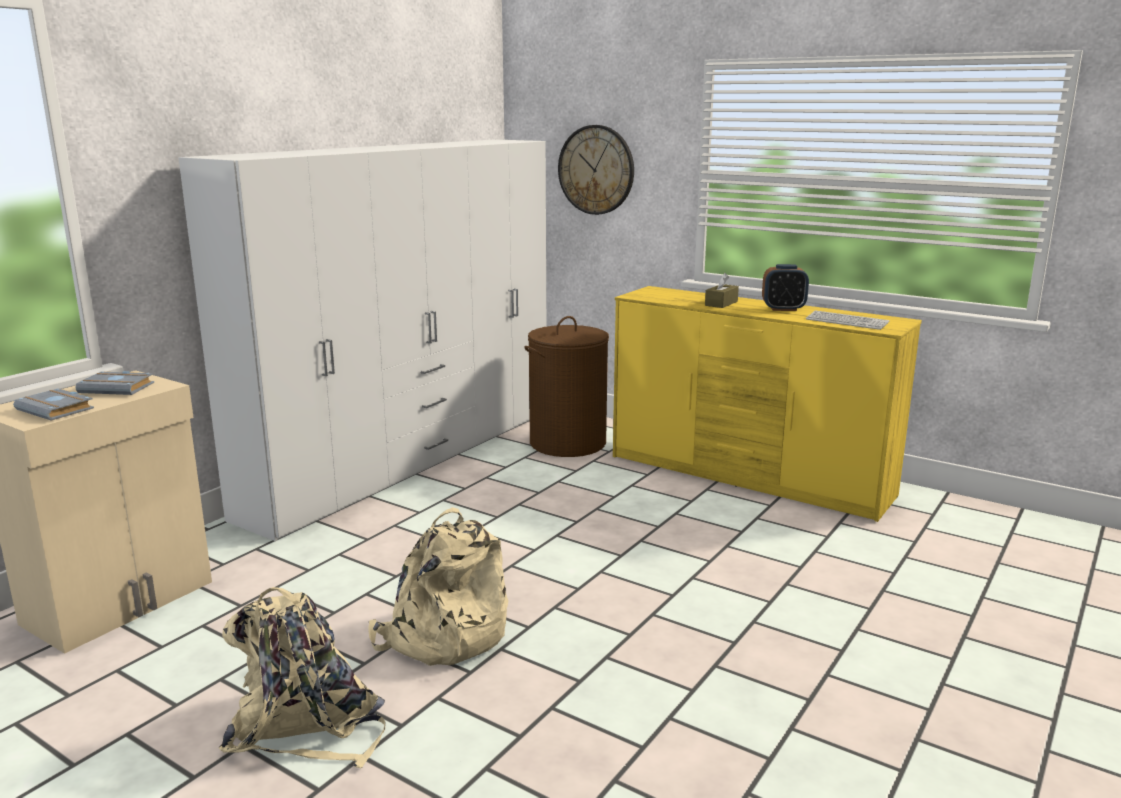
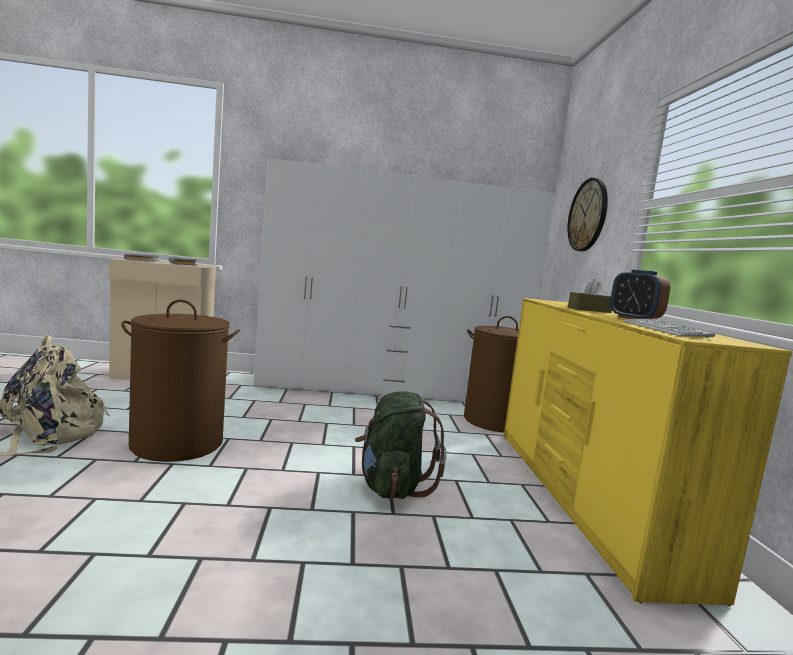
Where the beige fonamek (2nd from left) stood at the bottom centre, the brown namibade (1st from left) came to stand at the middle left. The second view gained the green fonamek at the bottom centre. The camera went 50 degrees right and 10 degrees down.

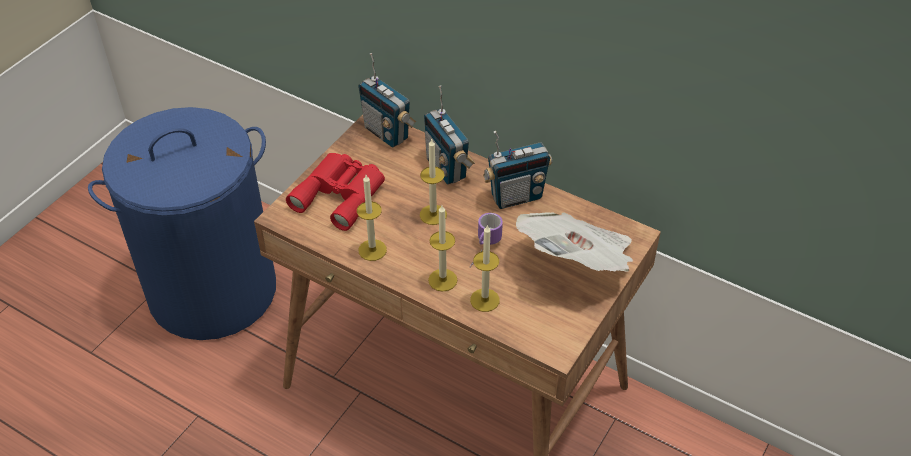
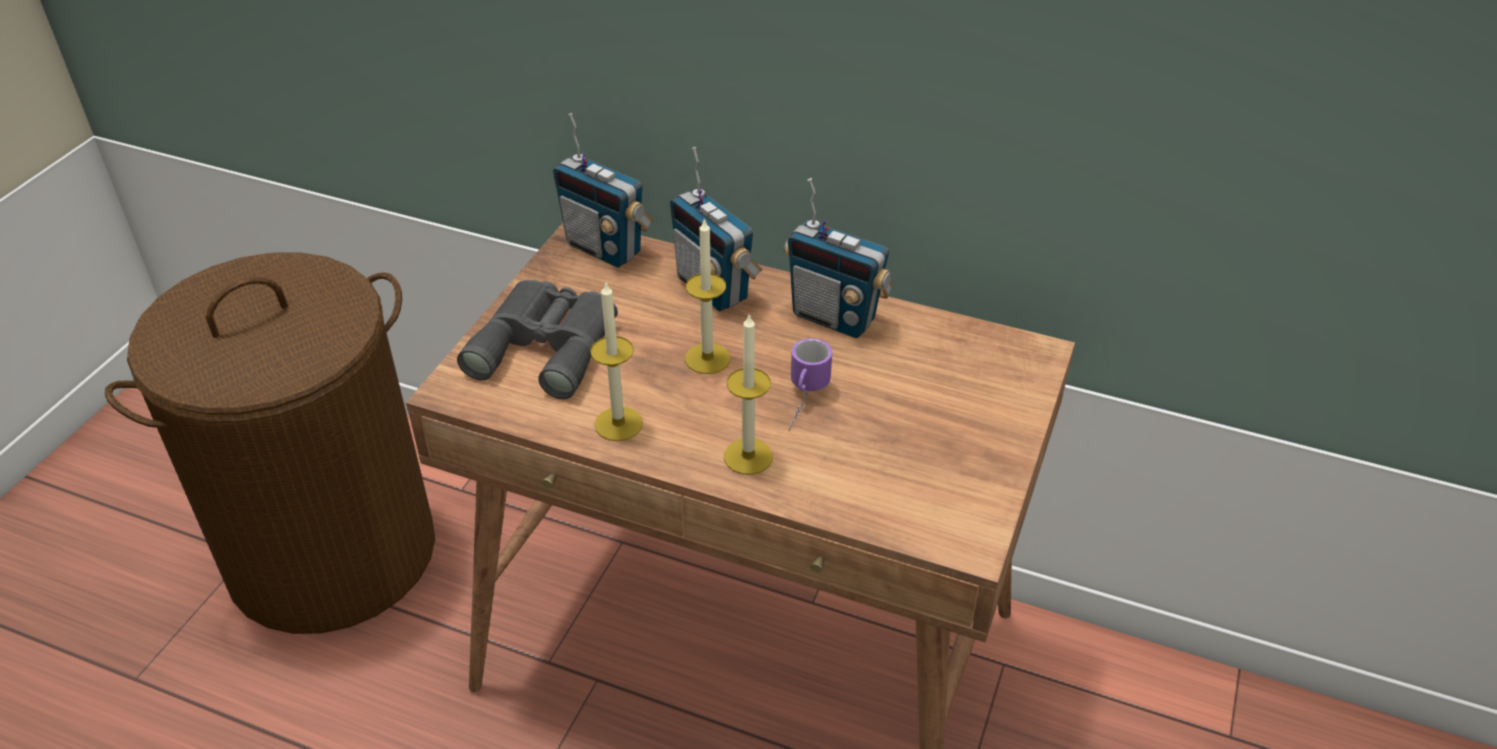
What was the blue namibade at the middle left turned into the brown namibade at the middle left. The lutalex (3rd from left) at the centre ended up facing another way, 60 degrees clockwise from before. What was the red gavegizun at the centre turned into the grey gavegizun at the centre. The second view lost the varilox at the centre. The second view lost the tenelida (4th from left) at the centre. The camera went 10 degrees left and 5 degrees down.

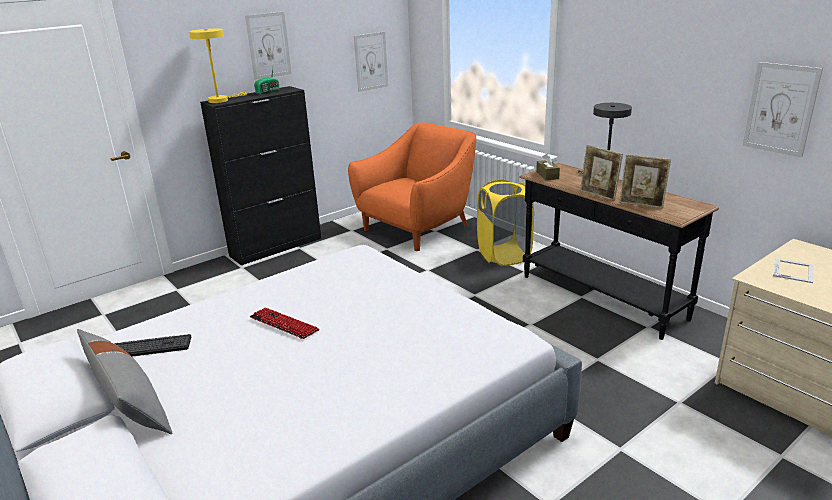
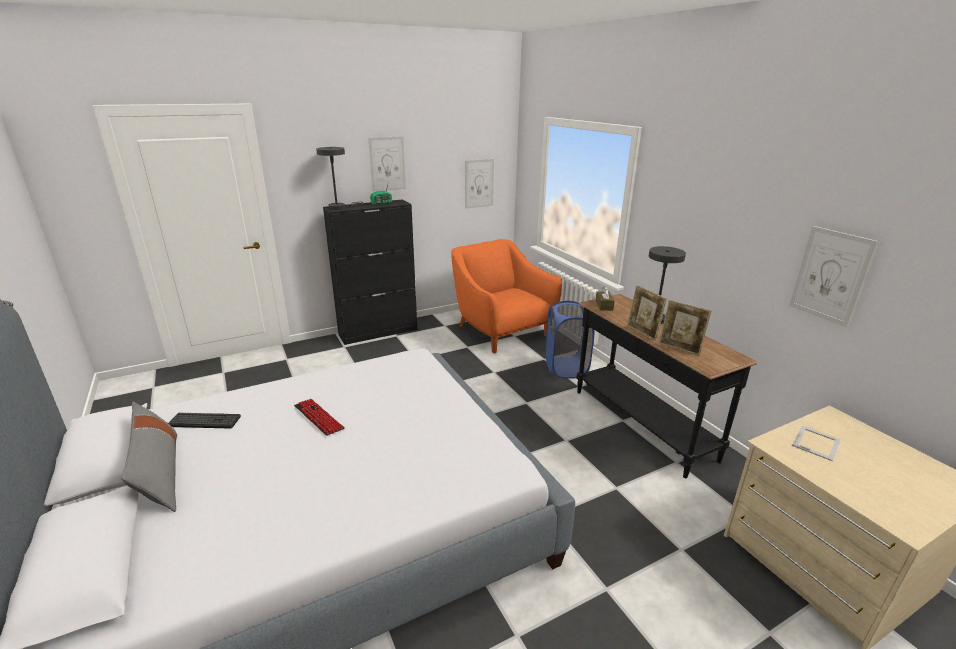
What was the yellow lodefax at the top left turned into the grey lodefax (1st from left) at the top centre. The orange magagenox at the centre ended up facing another way, 90 degrees counterclockwise from before. What was the yellow namibade at the centre turned into the blue namibade at the centre. The camera went 10 degrees right and 0 degrees up.

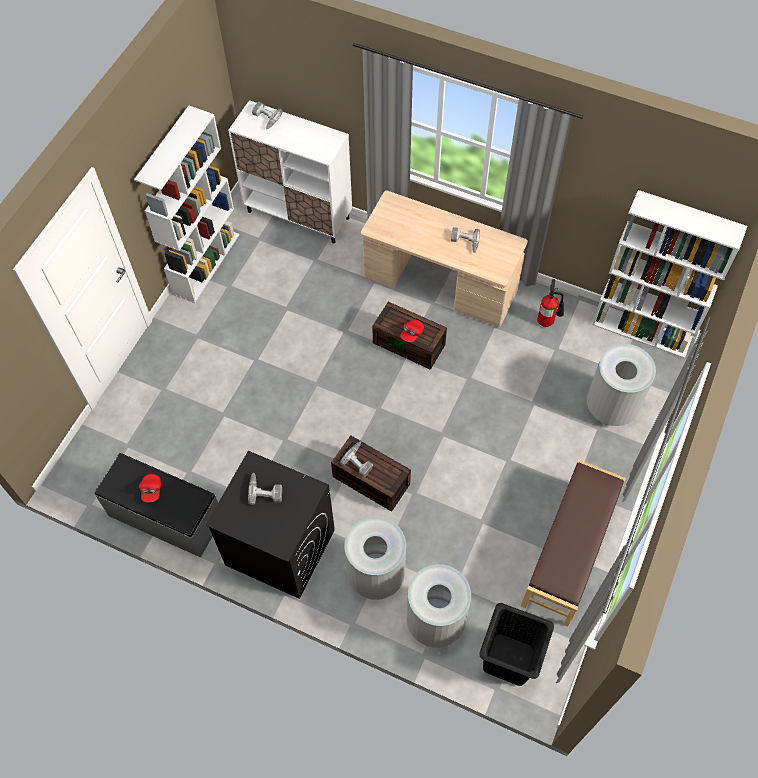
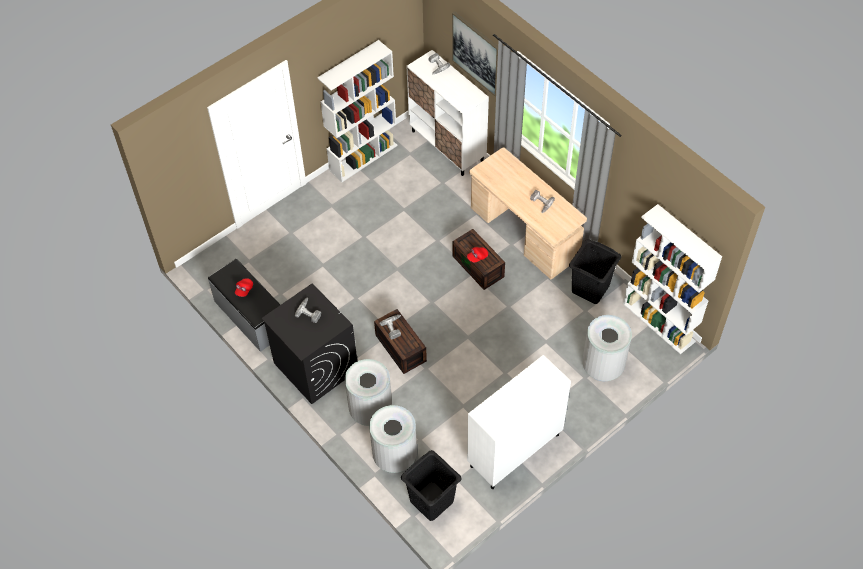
Where the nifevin stood at the middle right, the black namibade (2nd from left) came to stand at the middle right. Where the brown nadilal stood at the bottom right, the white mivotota (2nd from left) came to stand at the bottom centre. The second view gained the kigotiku at the top centre. The camera went 25 degrees right and 5 degrees down.

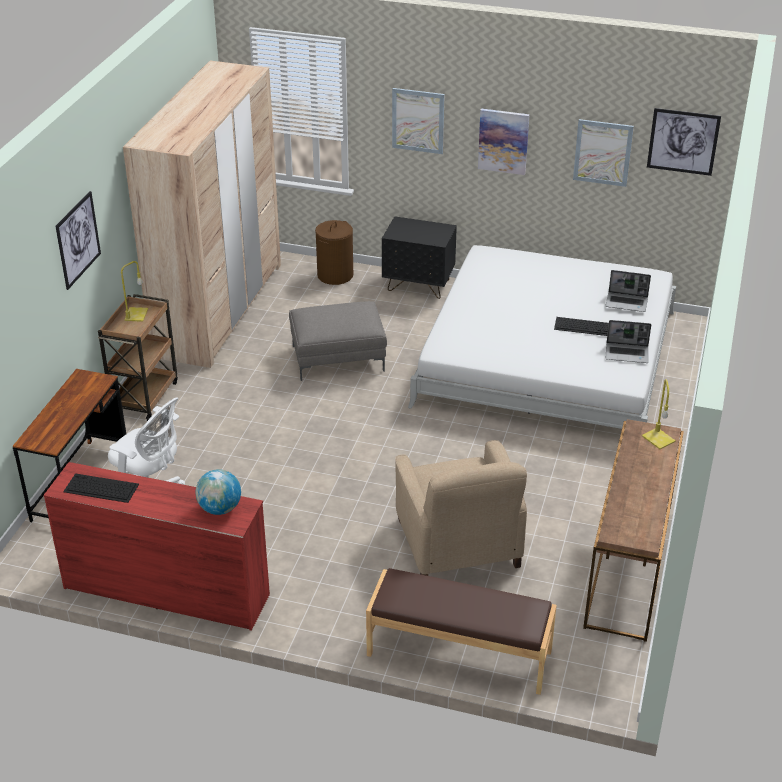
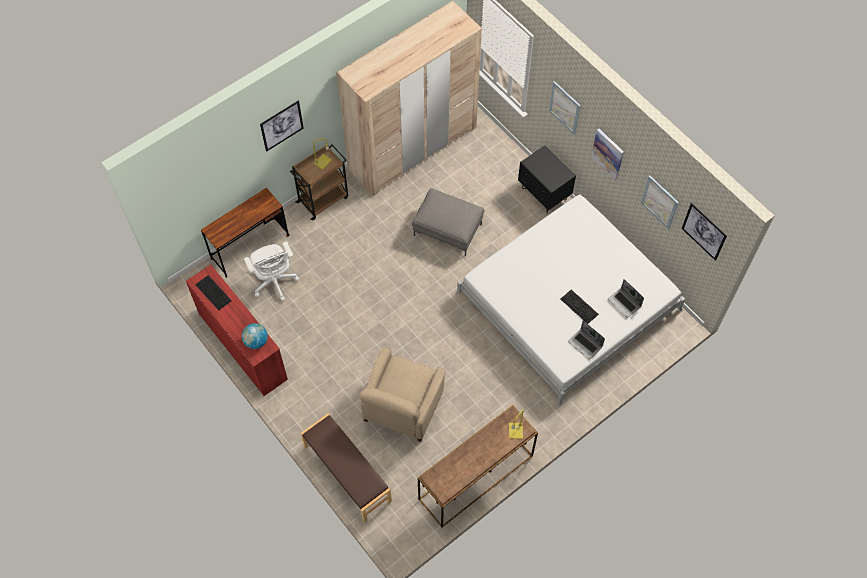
The second view lost the brown namibade at the top centre. The camera went 35 degrees right and 25 degrees up.

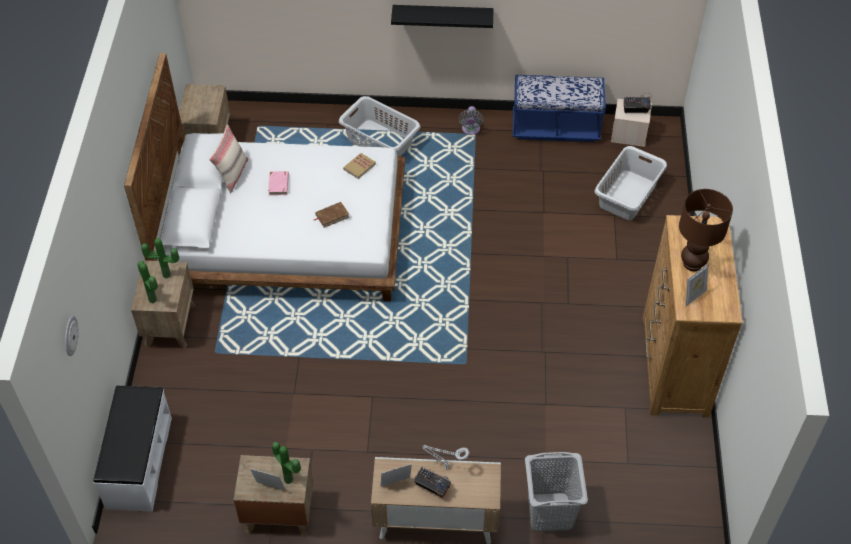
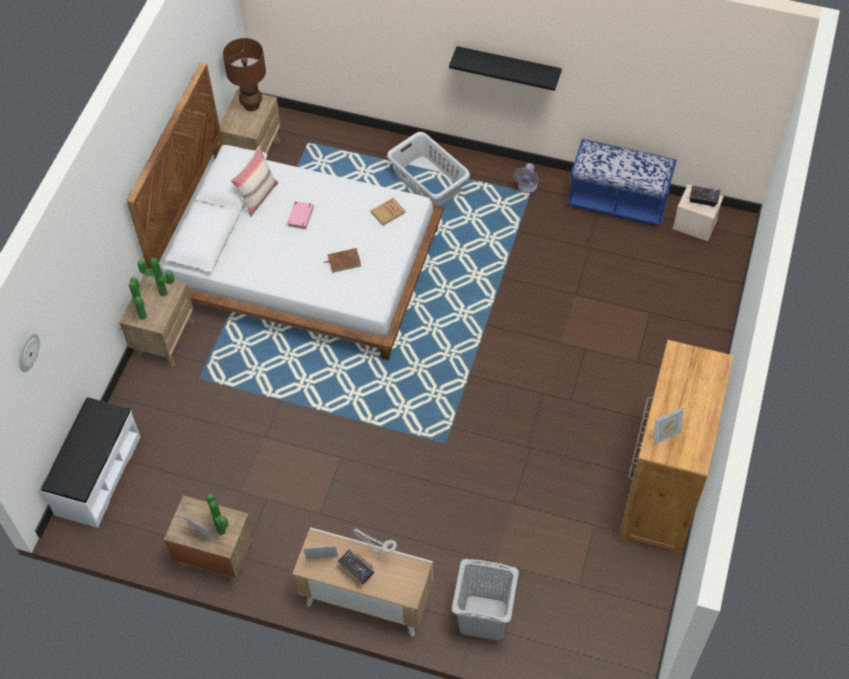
The second view lost the grey namibade (3rd from left) at the middle right. The brown lodefax ended up elsewhere, having gone from the middle right to the top left. The camera went 15 degrees right and 5 degrees up.

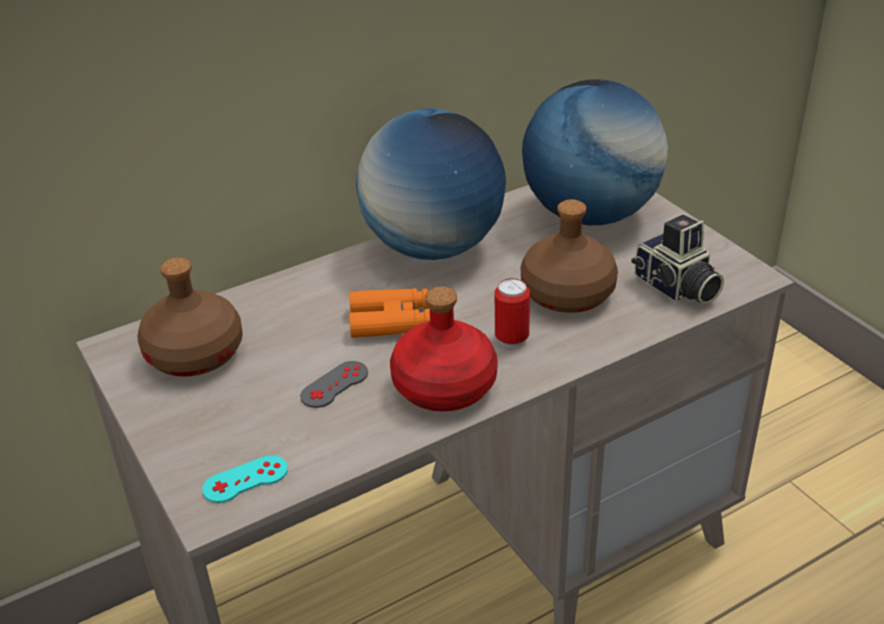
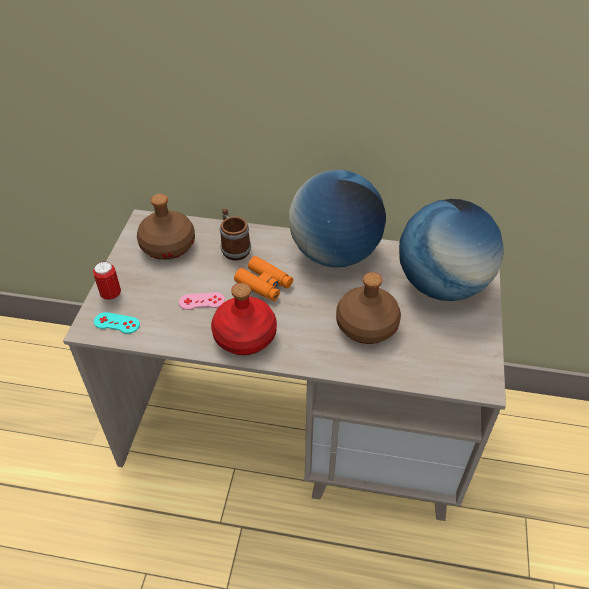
The second view lost the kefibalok at the middle right. The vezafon ended up elsewhere, having gone from the centre to the middle left. What was the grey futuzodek at the centre turned into the pink futuzodek at the centre. The second view gained the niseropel at the centre. The camera went 40 degrees right and 10 degrees up.

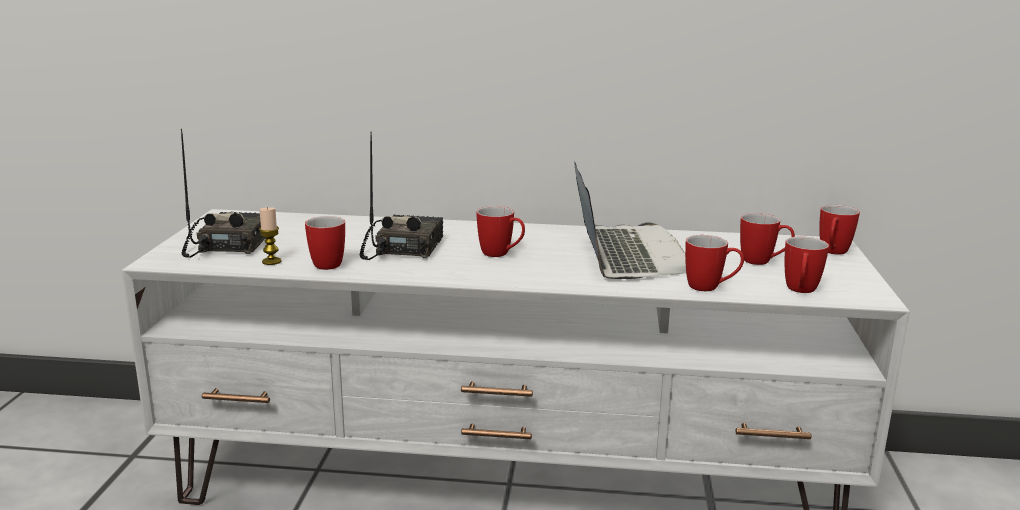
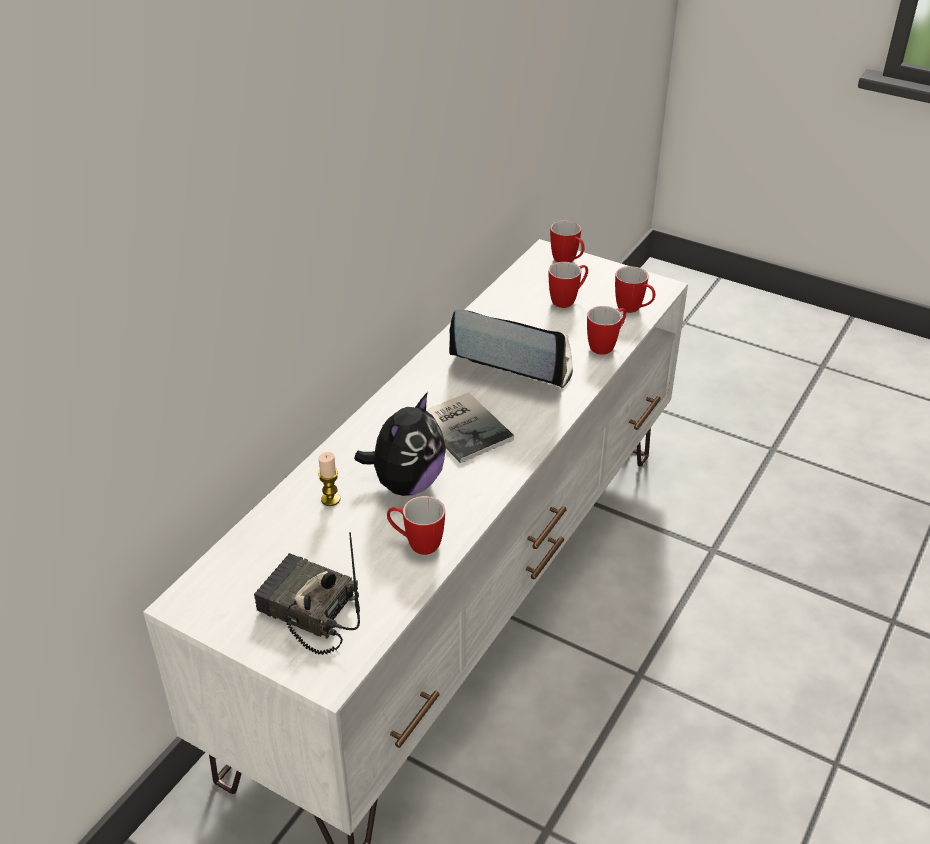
Where the lutalex (2nd from left) stood at the centre, the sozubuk came to stand at the centre. Where the niseropel (2nd from left) stood at the centre, the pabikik came to stand at the centre. The tenelida ended up elsewhere, having gone from the middle left to the centre. The camera went 65 degrees left and 20 degrees up.

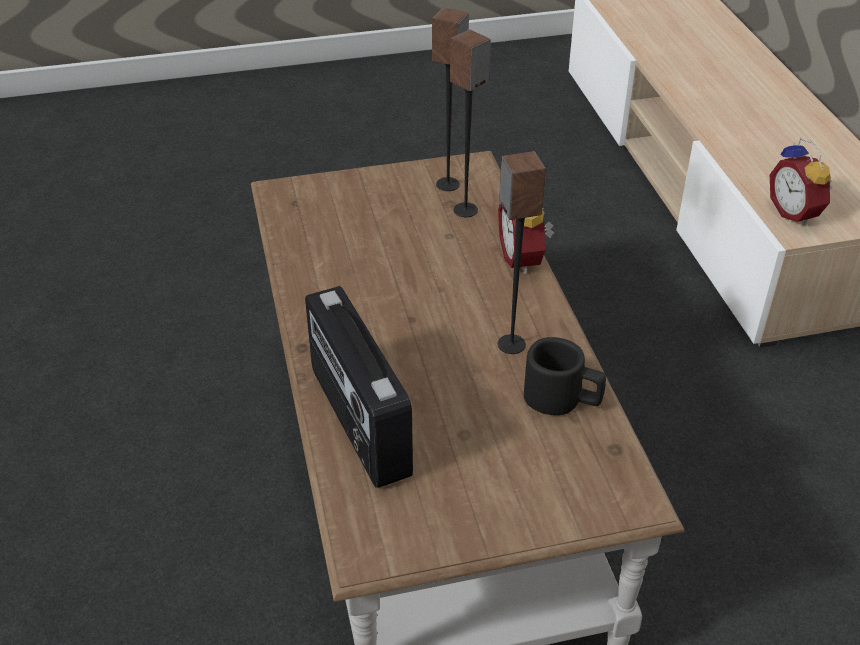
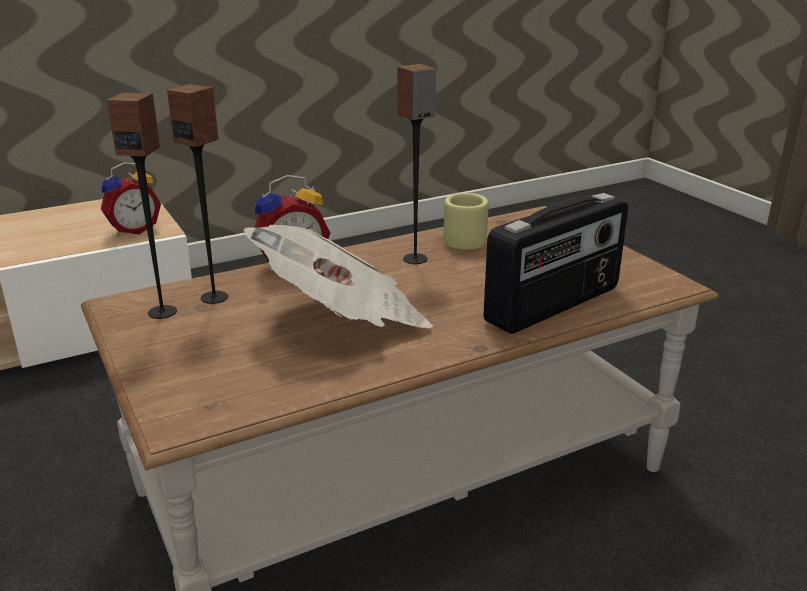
What was the black niseropel at the centre turned into the beige niseropel at the centre. The second view gained the varilox at the centre. The camera went 105 degrees left and 15 degrees down.

